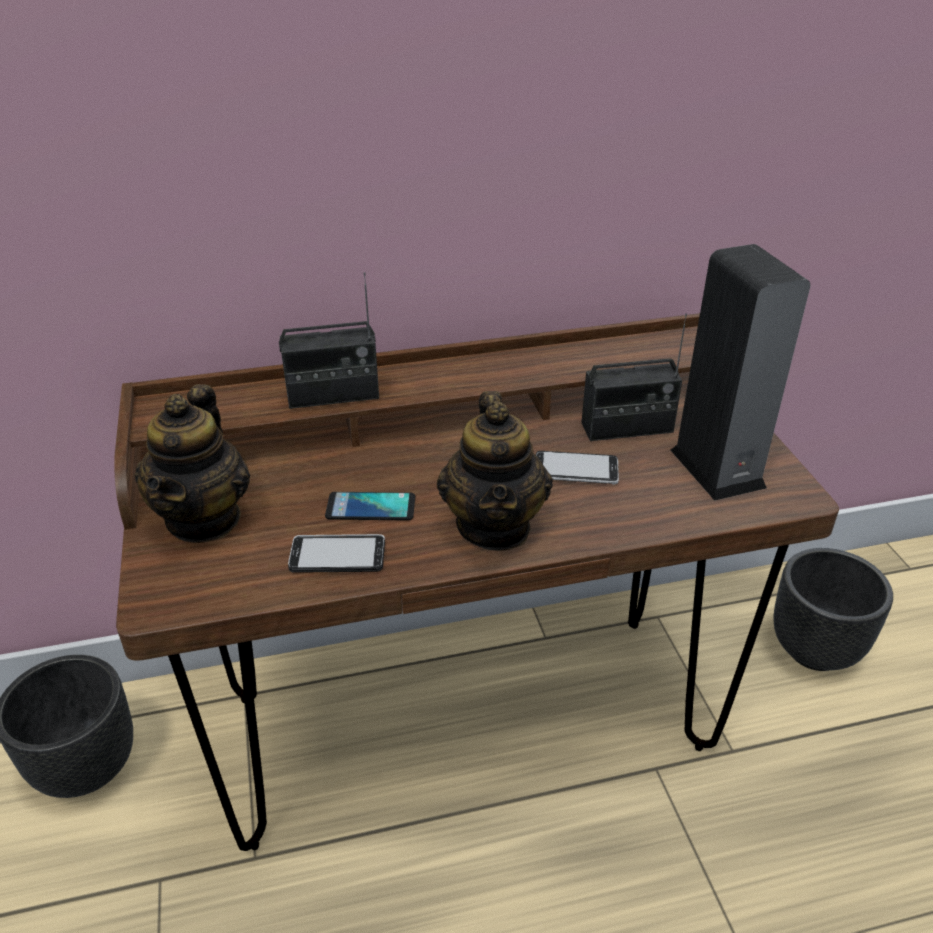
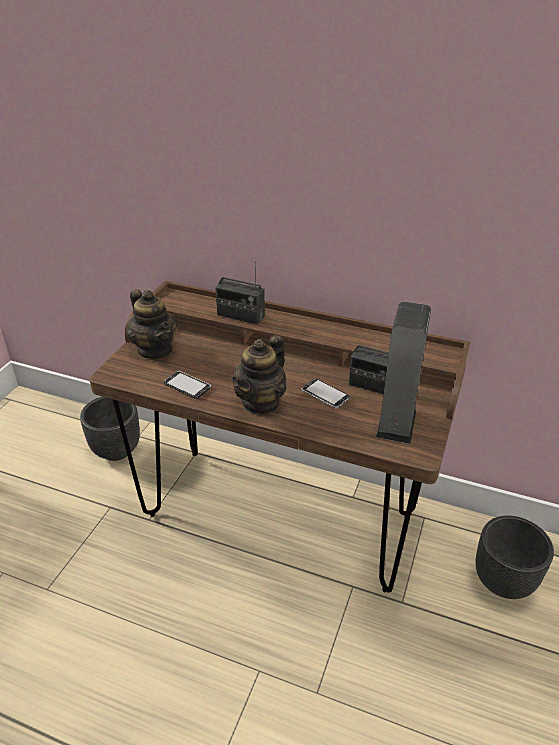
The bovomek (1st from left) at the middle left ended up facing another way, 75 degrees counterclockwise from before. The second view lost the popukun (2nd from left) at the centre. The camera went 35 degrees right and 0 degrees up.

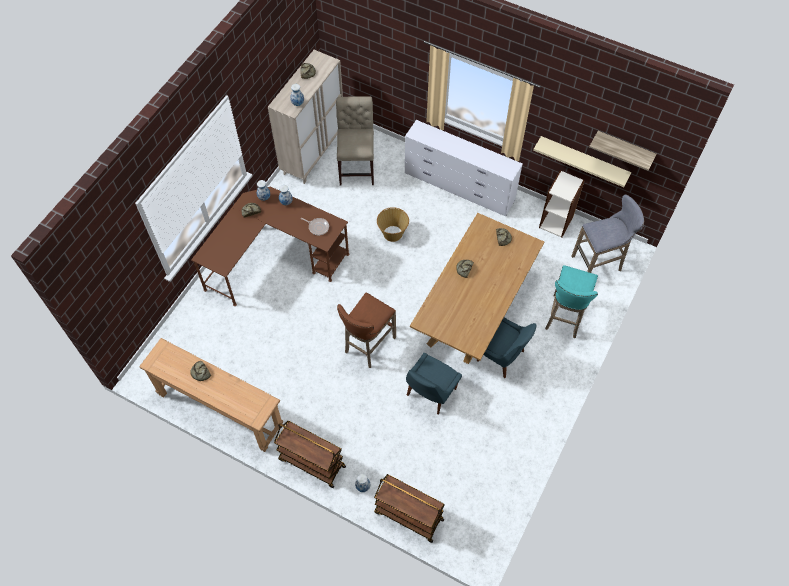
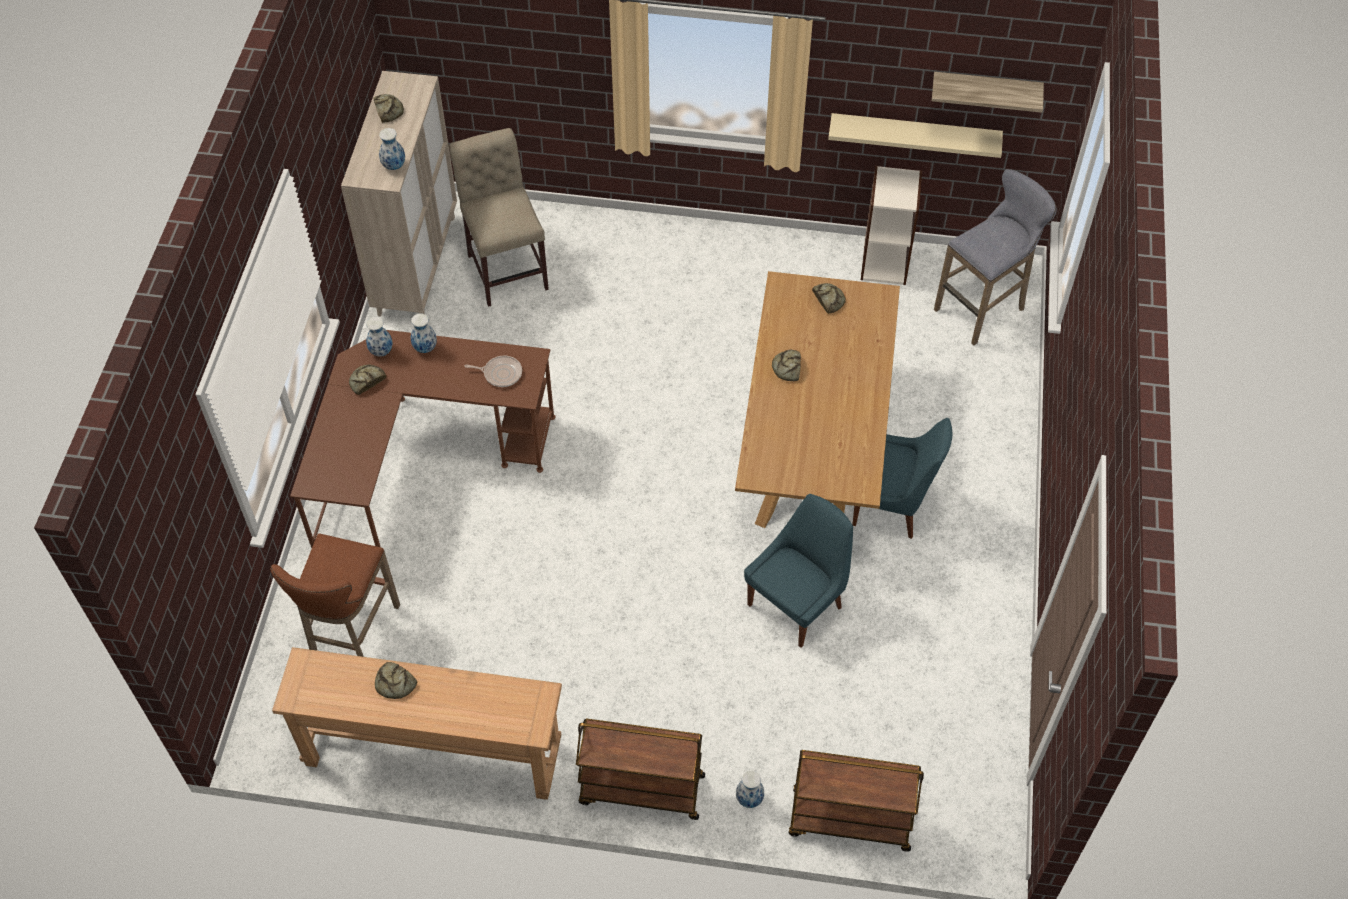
The second view lost the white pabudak at the top centre. The second view lost the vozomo at the centre. The second view lost the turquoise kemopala at the middle right. The brown kemopala ended up elsewhere, having gone from the centre to the middle left. The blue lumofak (1st from left) at the centre ended up facing another way, 150 degrees counterclockwise from before. The camera went 20 degrees left and 5 degrees down.

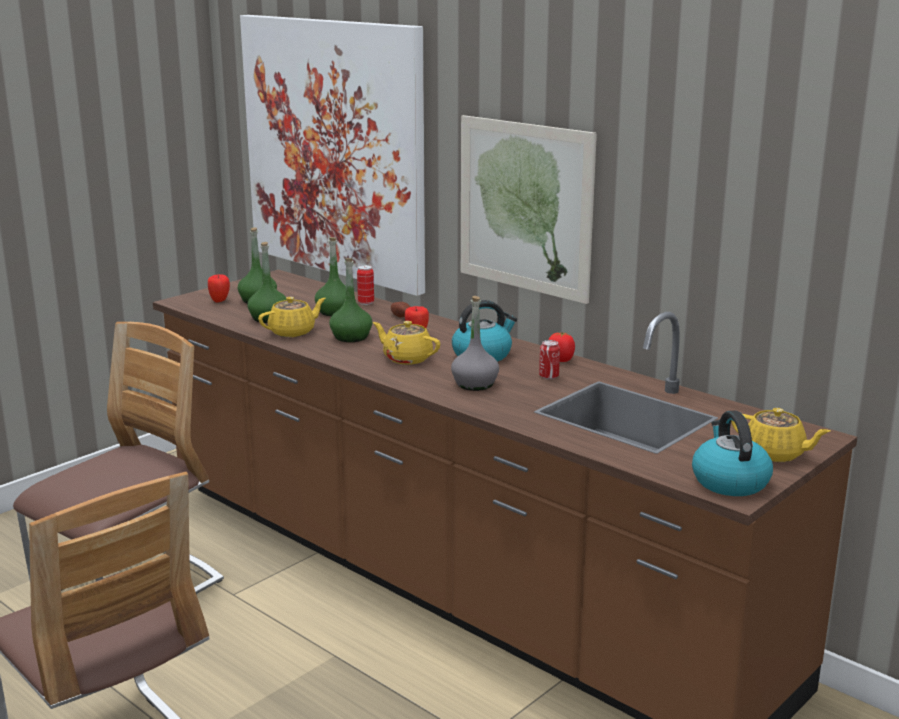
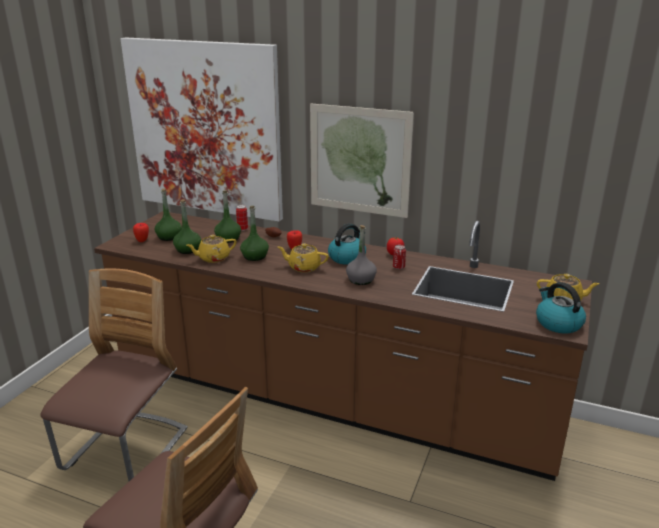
The yellow bovomek (1st from left) at the middle left ended up facing another way, 150 degrees counterclockwise from before. The camera went 20 degrees left and 5 degrees up.

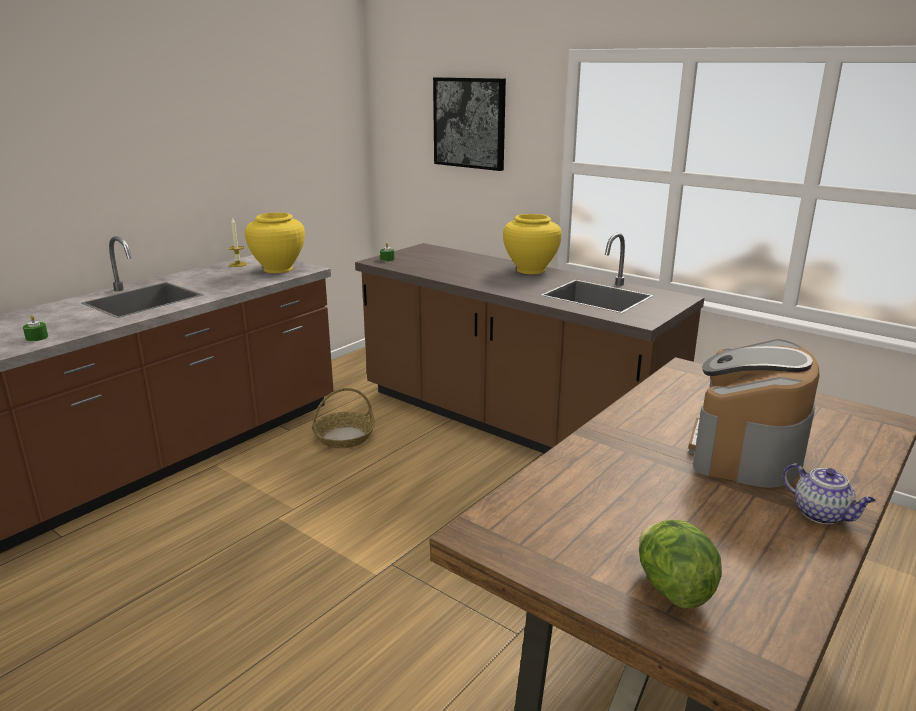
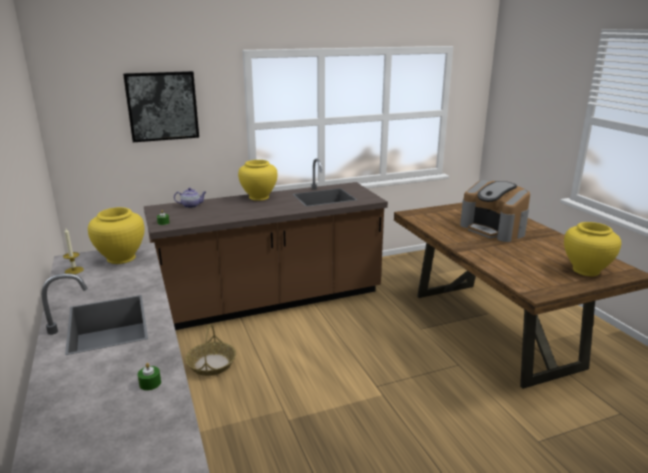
The bovomek ended up elsewhere, having gone from the bottom right to the middle left. Where the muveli stood at the bottom right, the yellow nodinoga (3rd from left) came to stand at the middle right. The camera went 60 degrees left and 0 degrees up.

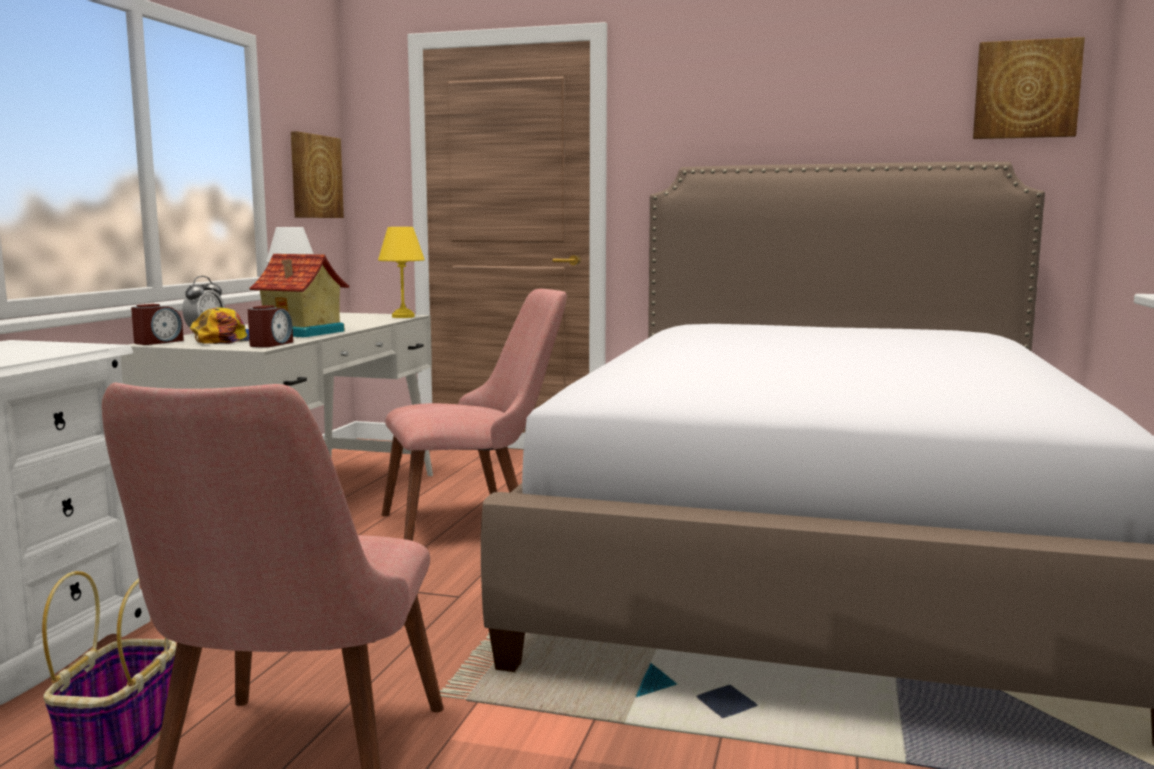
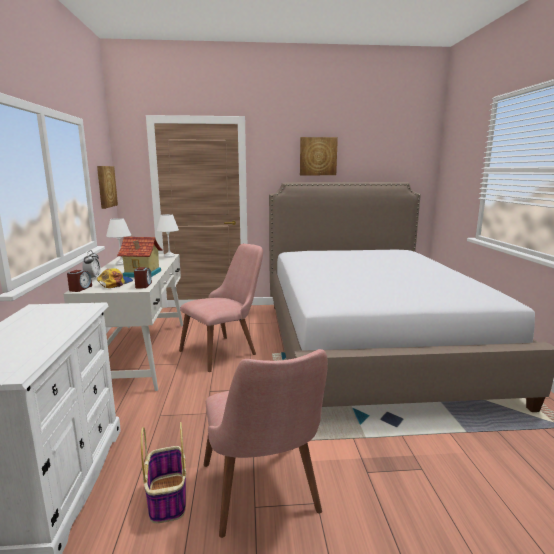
The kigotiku (2nd from left) ended up elsewhere, having gone from the top right to the top centre. What was the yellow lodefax at the centre turned into the white lodefax (2nd from left) at the middle left. The camera went 20 degrees left and 5 degrees up.

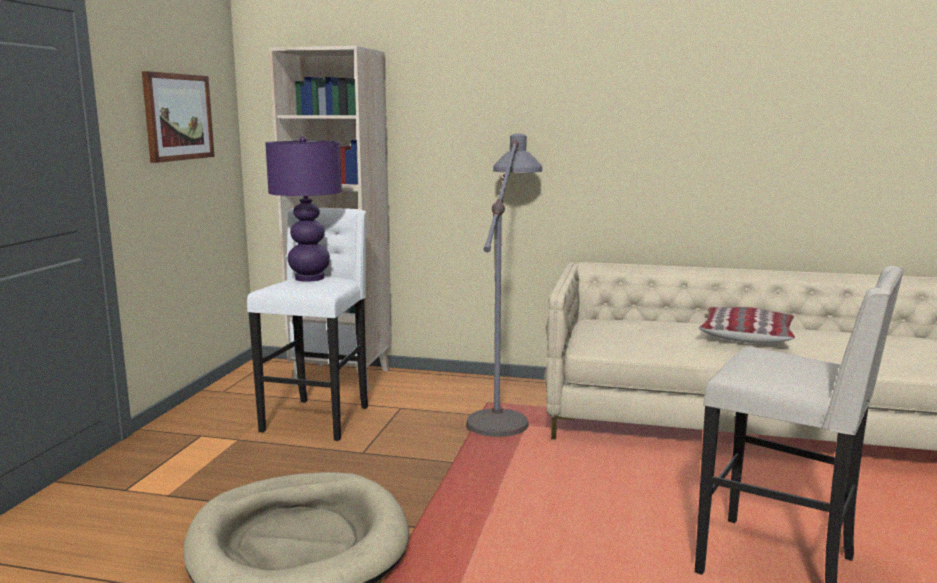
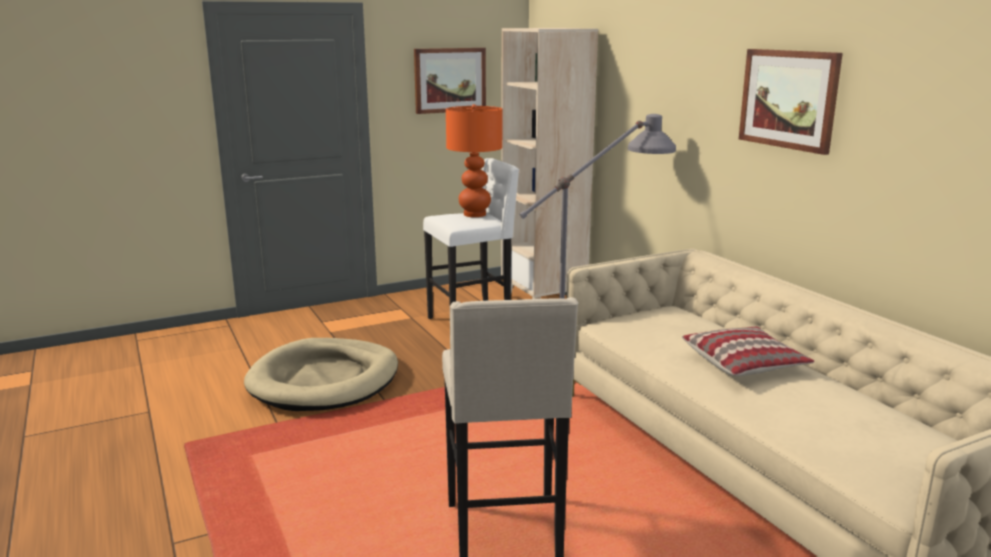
What was the purple lodefax at the middle left turned into the orange lodefax at the top centre. The second view gained the kigotiku (2nd from left) at the top right. The camera went 50 degrees right and 5 degrees up.

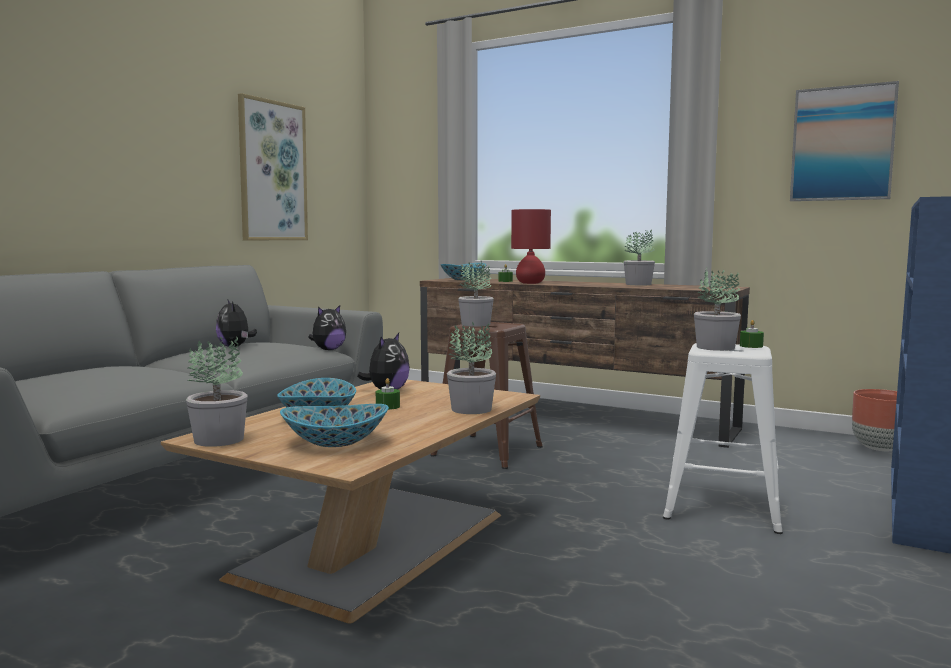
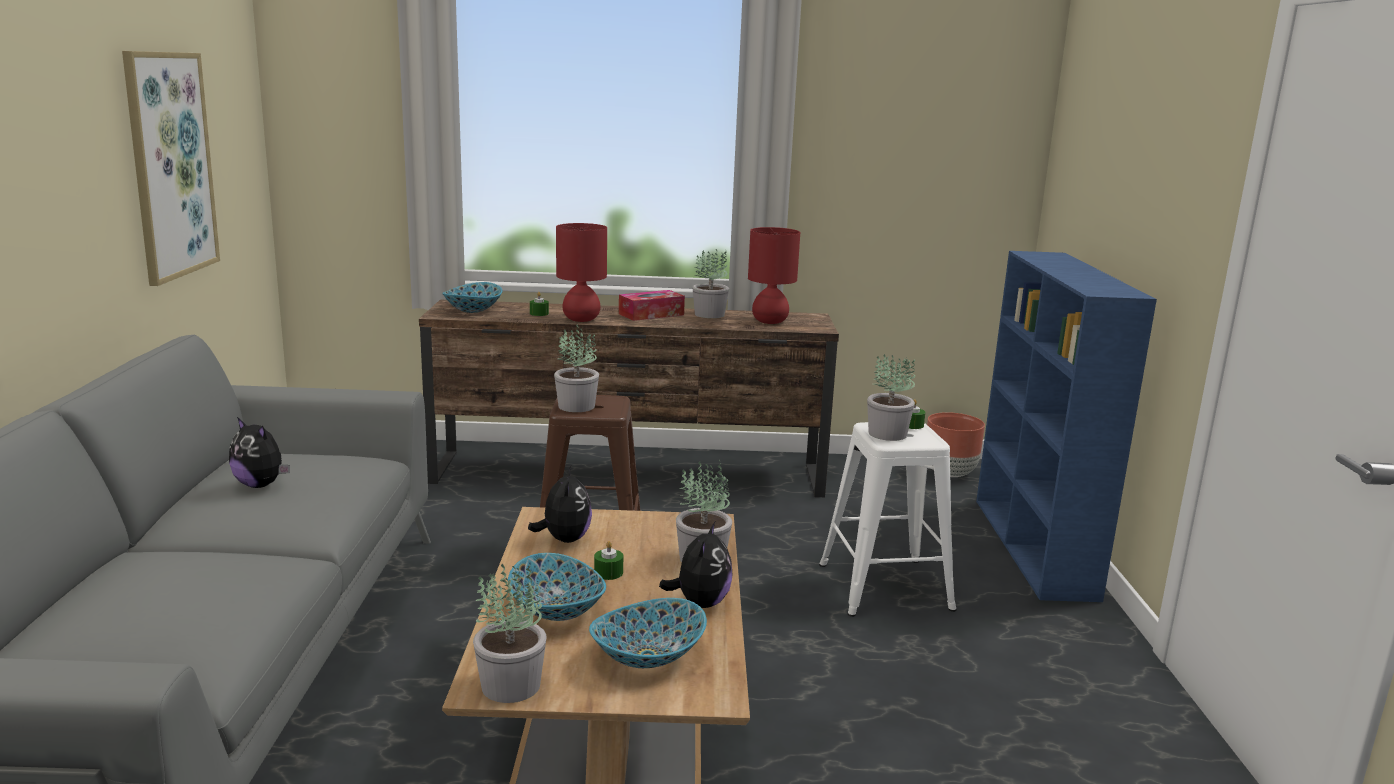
The second view lost the kigotiku (2nd from left) at the top right. The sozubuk (2nd from left in the first image) ended up elsewhere, having gone from the centre to the bottom centre. The second view gained the red lodefax (2nd from left) at the centre. The second view gained the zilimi at the centre. The camera went 30 degrees left and 10 degrees up.

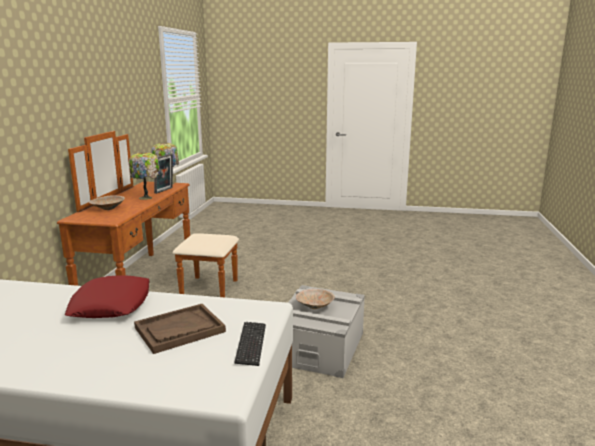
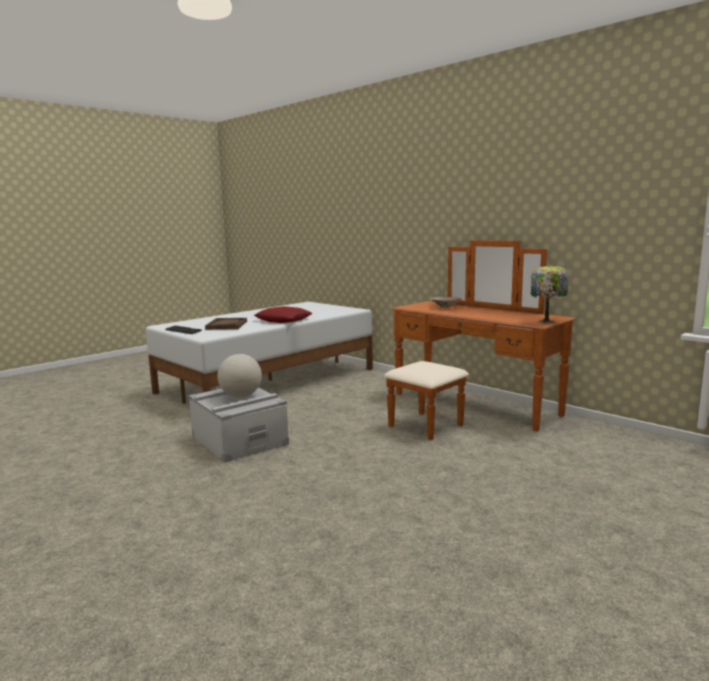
The second view lost the lodefax (1st from left) at the middle left. The second view lost the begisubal at the middle left. Where the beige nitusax (2nd from left) stood at the bottom centre, the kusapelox came to stand at the centre. The camera went 125 degrees right and 5 degrees down.

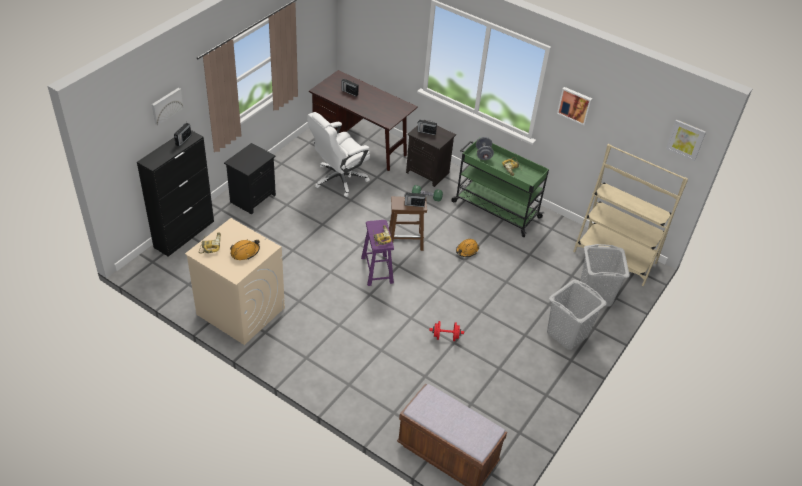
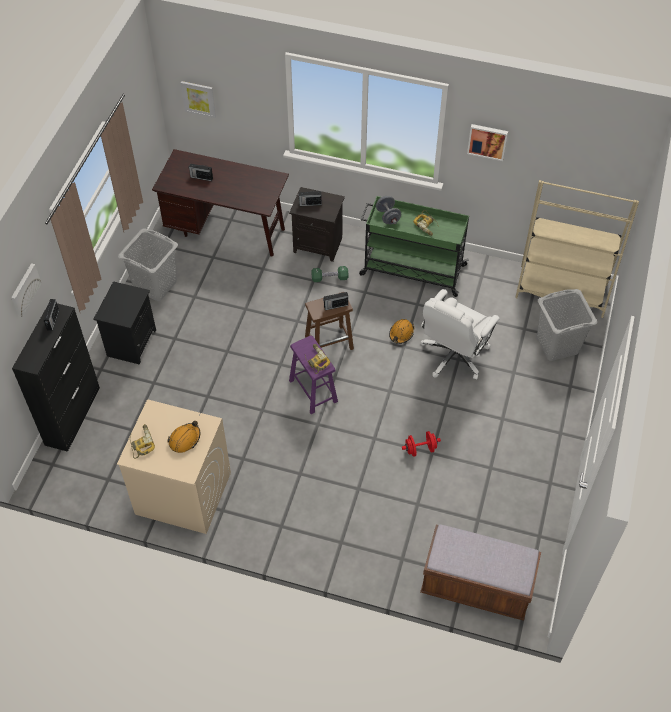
The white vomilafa ended up elsewhere, having gone from the top centre to the middle right. The kigotiku (3rd from left in the first image) ended up elsewhere, having gone from the top right to the top left. The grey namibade (1st from left) ended up elsewhere, having gone from the middle right to the middle left. The camera went 15 degrees left and 10 degrees up.

